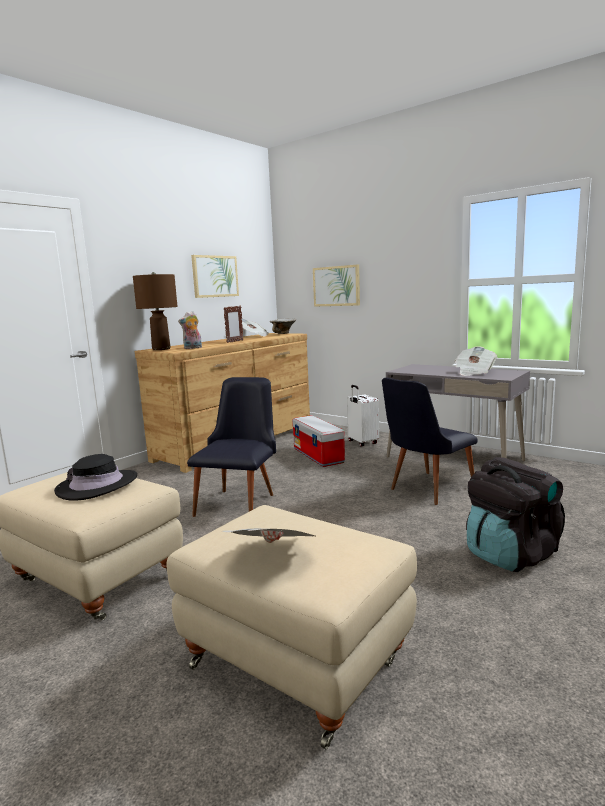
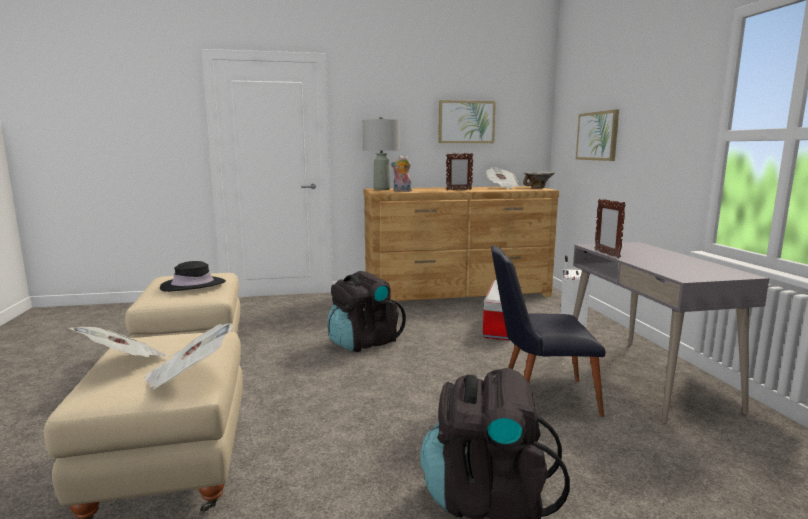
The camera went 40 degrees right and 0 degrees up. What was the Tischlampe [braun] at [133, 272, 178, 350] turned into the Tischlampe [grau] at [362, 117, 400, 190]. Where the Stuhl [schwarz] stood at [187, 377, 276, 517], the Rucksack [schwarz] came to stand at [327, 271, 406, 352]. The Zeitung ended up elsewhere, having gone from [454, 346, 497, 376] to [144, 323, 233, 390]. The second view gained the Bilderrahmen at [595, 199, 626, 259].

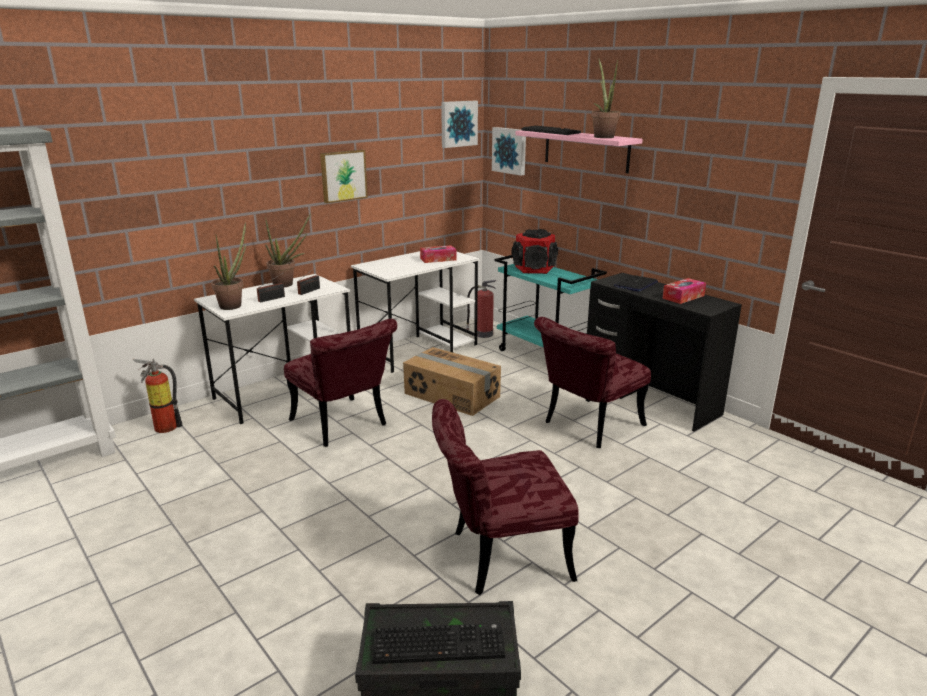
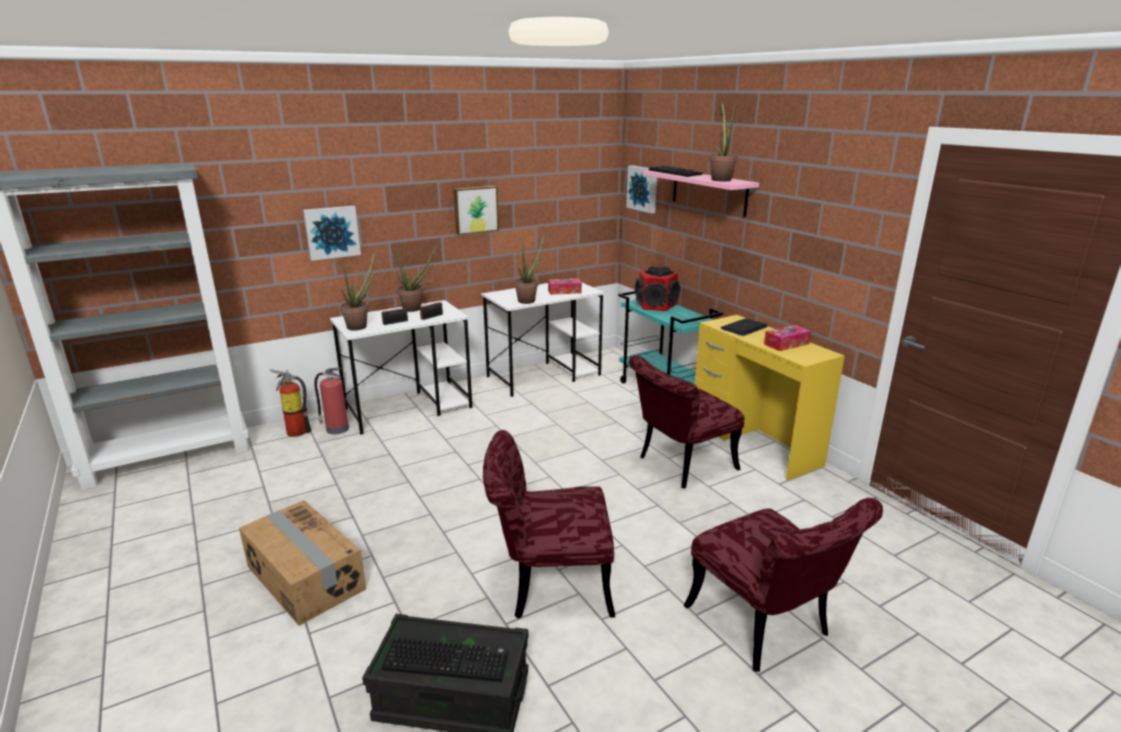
The camera went 10 degrees right and 0 degrees up. The Stuhl [rot] ended up elsewhere, having gone from [284, 319, 397, 447] to [684, 498, 883, 672]. The Karton ended up elsewhere, having gone from [403, 347, 501, 416] to [239, 500, 366, 626]. The Bild ended up elsewhere, having gone from [441, 101, 478, 148] to [303, 206, 361, 261]. The Feuerlöscher ended up elsewhere, having gone from [466, 280, 496, 338] to [314, 368, 349, 434]. What was the Schreibtisch [schwarz] at [587, 273, 742, 432] turned into the Schreibtisch [gelb] at [695, 315, 845, 481]. The second view gained the Topfpflanze at [514, 235, 544, 304].

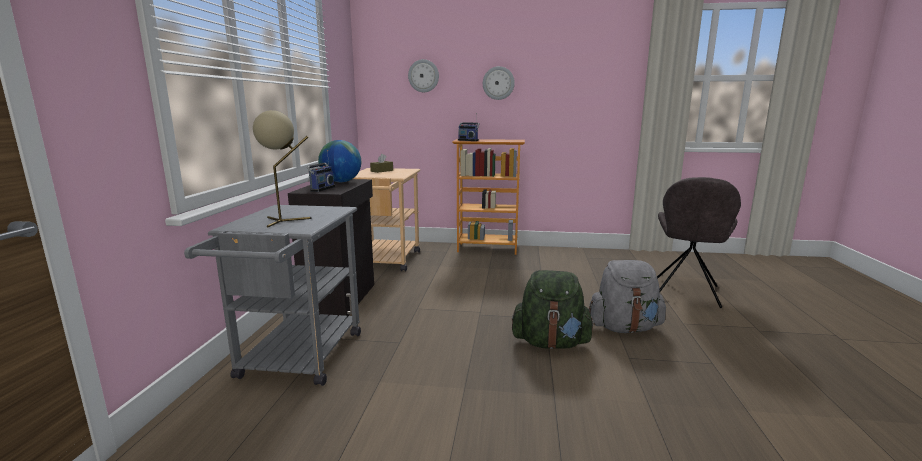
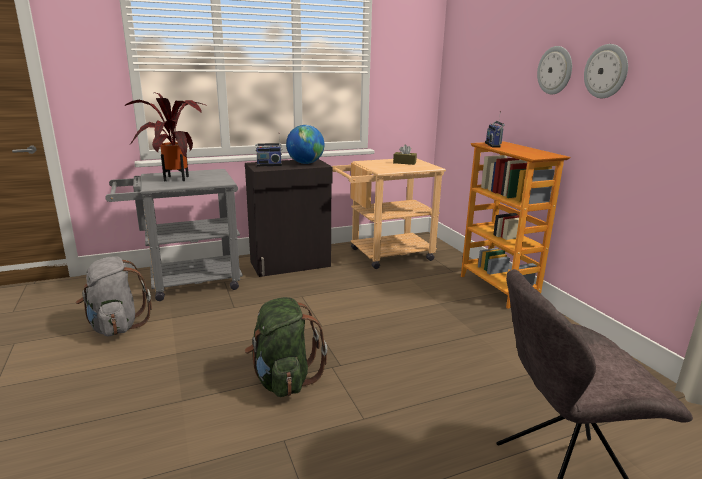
The camera went 60 degrees right and 5 degrees up. Where the Tischlampe [beige] stood at [253, 110, 312, 227], the Topfpflanze came to stand at [124, 93, 205, 181]. The Wanduhr ended up elsewhere, having gone from [408, 59, 439, 92] to [584, 44, 628, 98]. The Rucksack [grau] ended up elsewhere, having gone from [589, 260, 666, 333] to [76, 256, 152, 336].

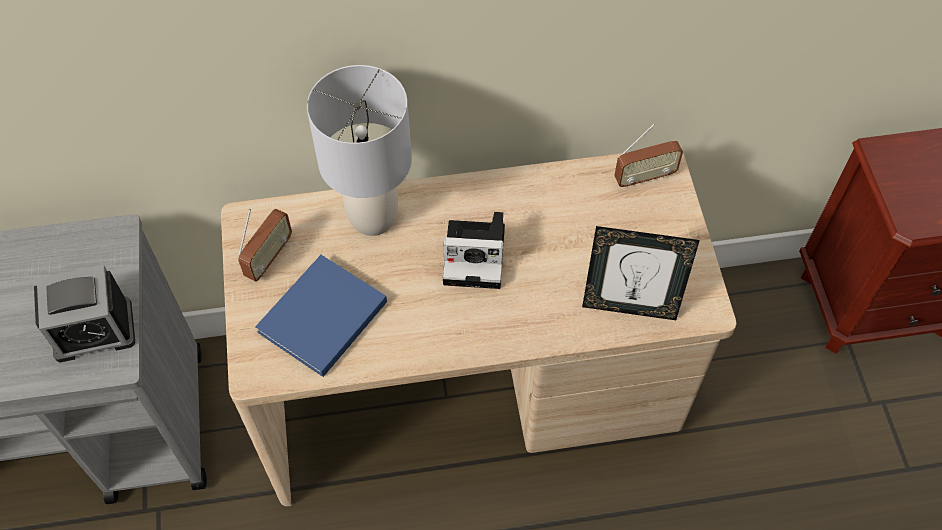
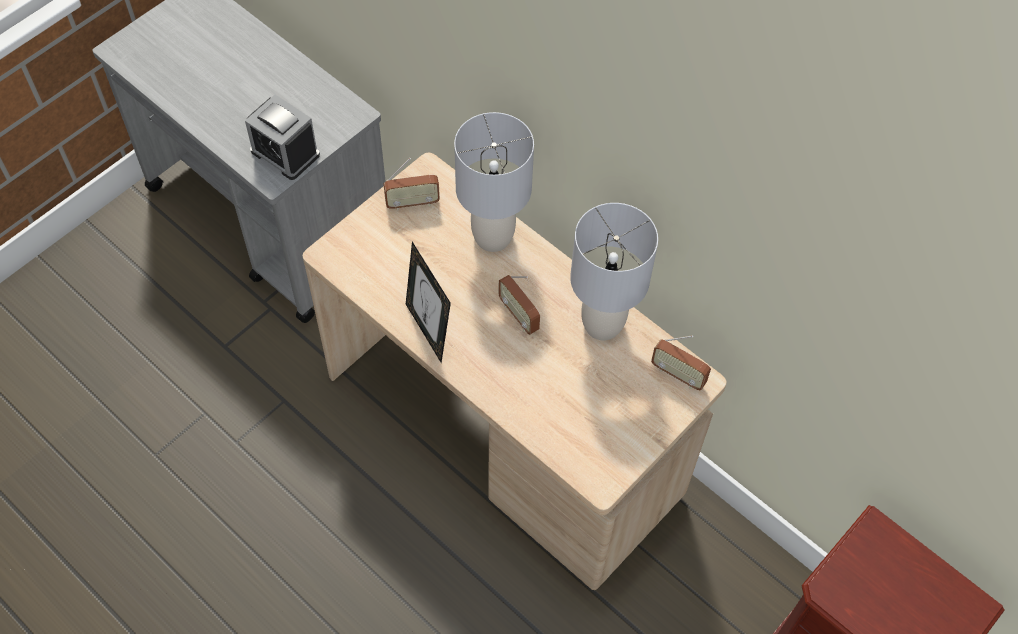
The camera went 50 degrees right and 0 degrees up. The second view lost the Buch [blau] at [255, 255, 387, 377]. Where the Kamera stood at [442, 212, 505, 289], the Radio came to stand at [498, 275, 540, 335]. The Bilderrahmen ended up elsewhere, having gone from [582, 226, 700, 320] to [406, 242, 451, 363]. The second view gained the Tischlampe [grau] at [570, 203, 658, 340].

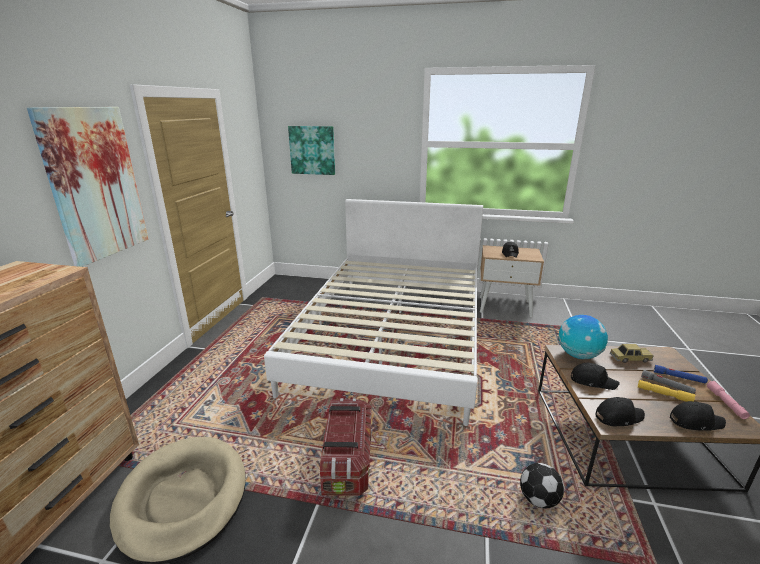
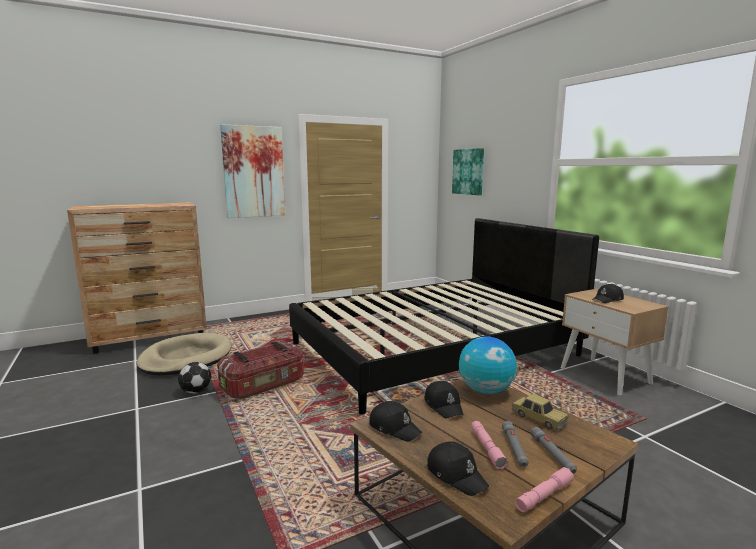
The camera went 50 degrees right and 10 degrees down. What was the Bett [weiß] at [264, 199, 483, 426] turned into the Bett [schwarz] at [289, 218, 599, 415]. The Fußball ended up elsewhere, having gone from [520, 463, 564, 508] to [178, 362, 211, 394]. What was the Taschenlampe [gelb] at [638, 380, 695, 402] turned into the Taschenlampe [rosa] at [471, 421, 508, 470]. What was the Taschenlampe [blau] at [654, 365, 708, 383] turned into the Taschenlampe [grau] at [531, 427, 577, 474].

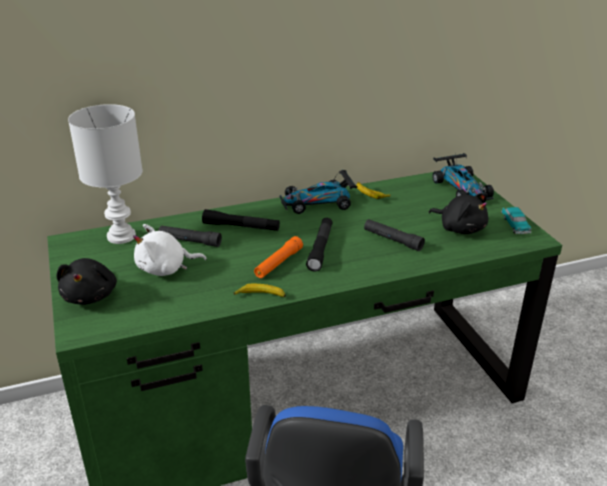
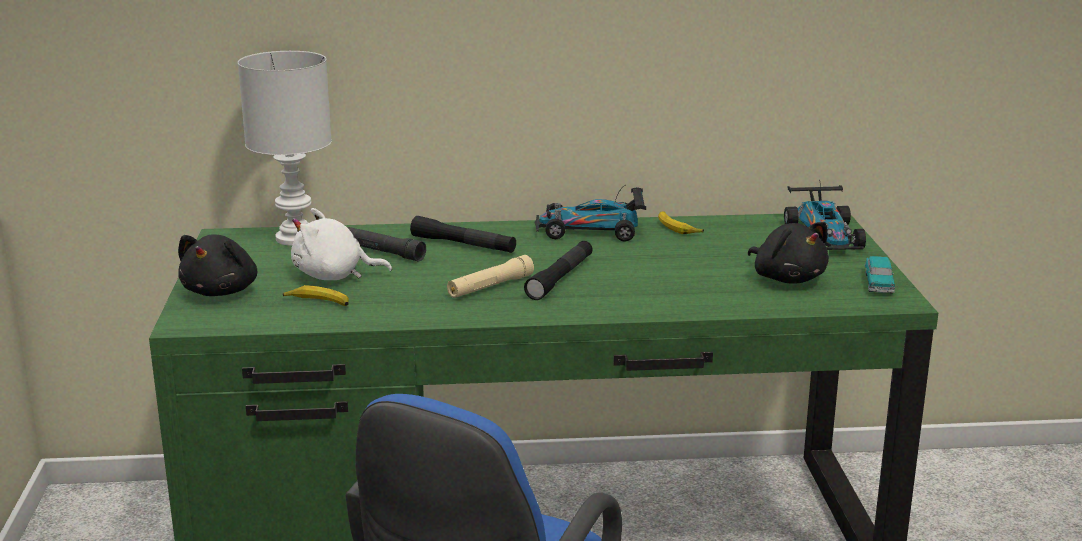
The camera went 15 degrees right and 10 degrees down. The Banane ended up elsewhere, having gone from [234, 284, 286, 297] to [283, 285, 349, 306]. What was the Taschenlampe [orange] at [254, 236, 303, 278] turned into the Taschenlampe [beige] at [447, 255, 534, 298]. The second view lost the Taschenlampe [schwarz] at [364, 219, 425, 251].

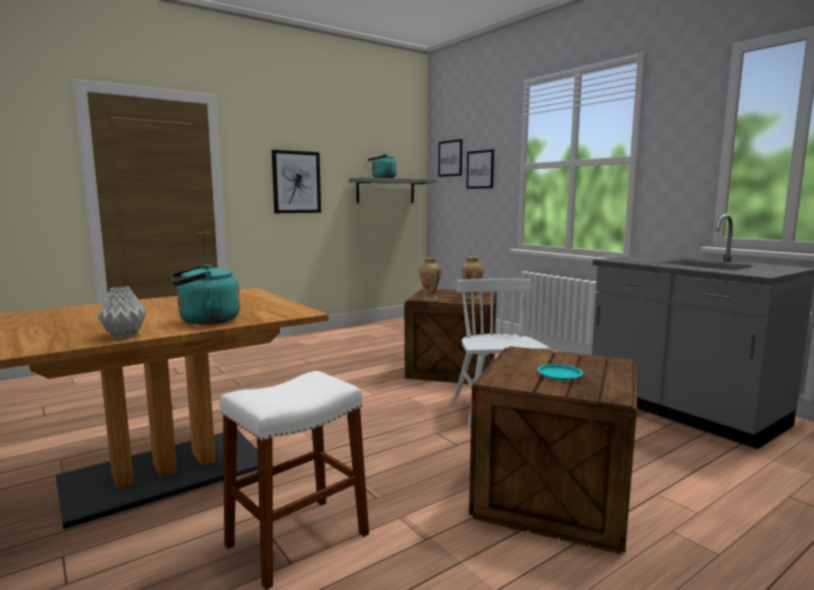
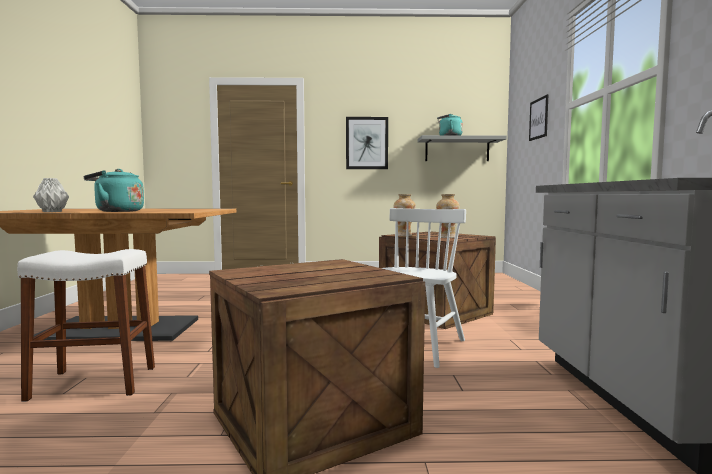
The camera went 35 degrees right and 5 degrees down. The second view lost the Bild at [438, 139, 462, 177]. The second view lost the Teller [türkis] at [537, 364, 583, 380].

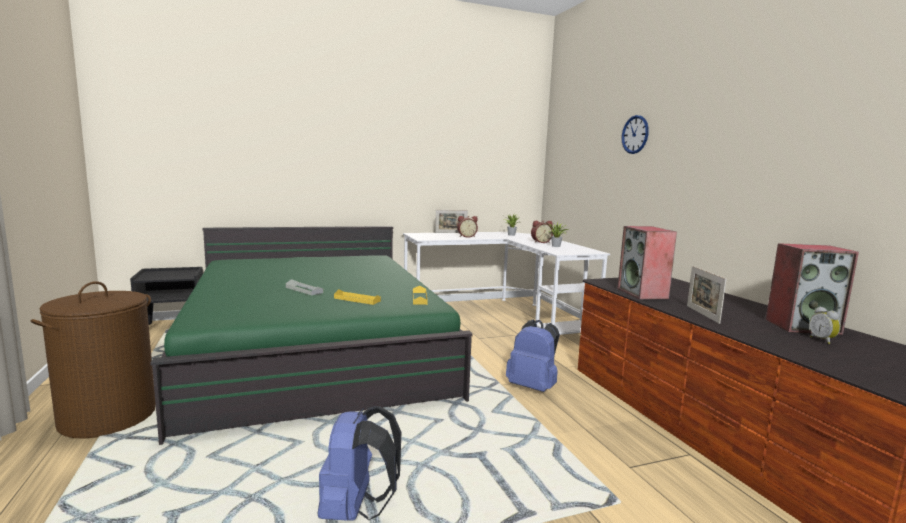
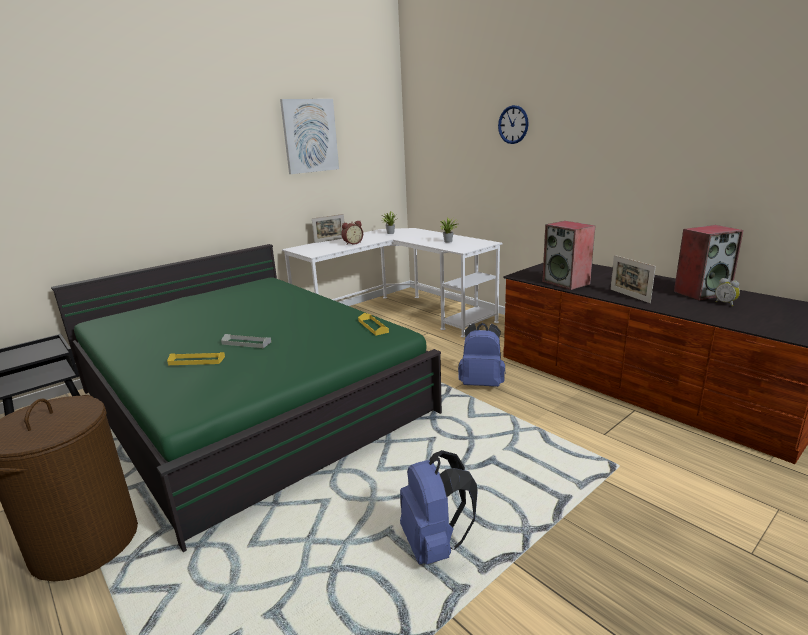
The camera went 20 degrees left and 10 degrees up. The Tablett [gelb] ended up elsewhere, having gone from [334, 289, 381, 305] to [167, 352, 225, 365]. The second view lost the Wecker at [531, 221, 553, 243]. The second view gained the Bild at [280, 99, 339, 174].

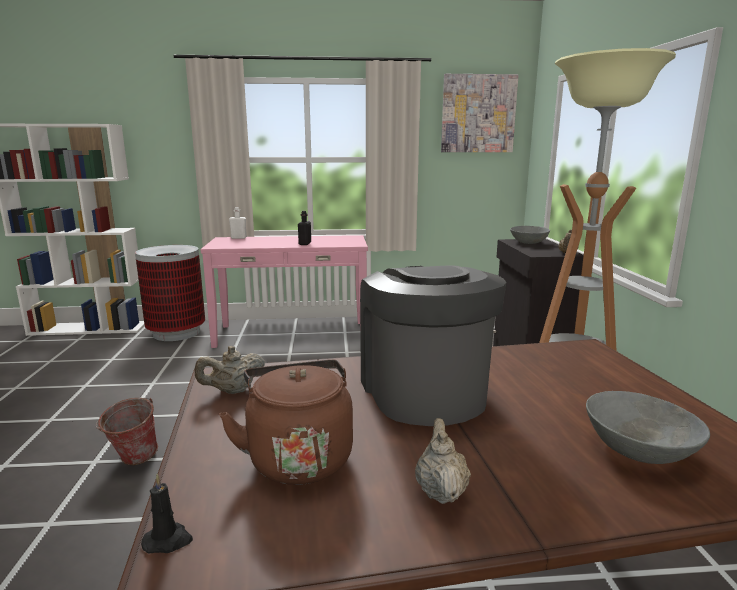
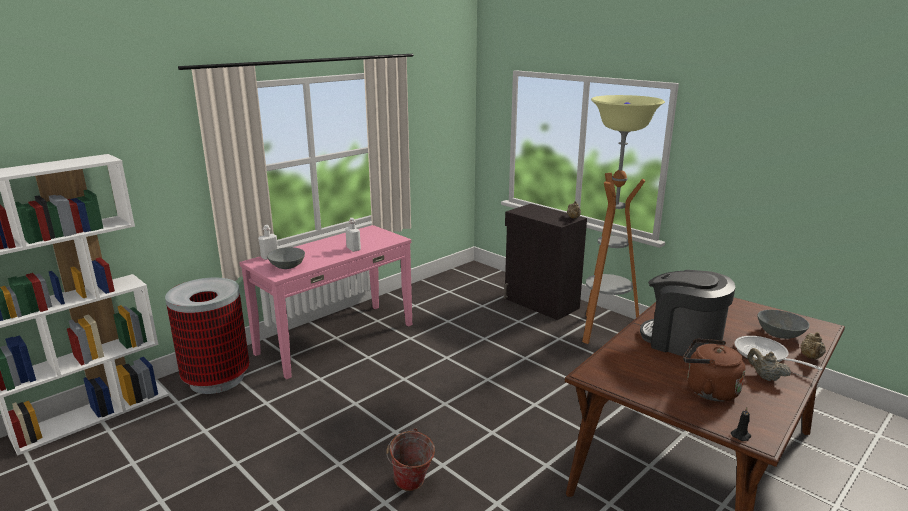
The camera went 40 degrees left and 5 degrees up. The Teekanne [beige] ended up elsewhere, having gone from [195, 346, 265, 394] to [801, 332, 826, 359]. What was the Flasche [schwarz] at [298, 211, 311, 245] turned into the Flasche [weiß] at [345, 218, 361, 252]. The second view lost the Bild at [441, 74, 519, 152]. The Schüssel [grau] ended up elsewhere, having gone from [510, 226, 550, 244] to [267, 247, 305, 269]. The second view gained the Pfanne at [734, 336, 823, 370].

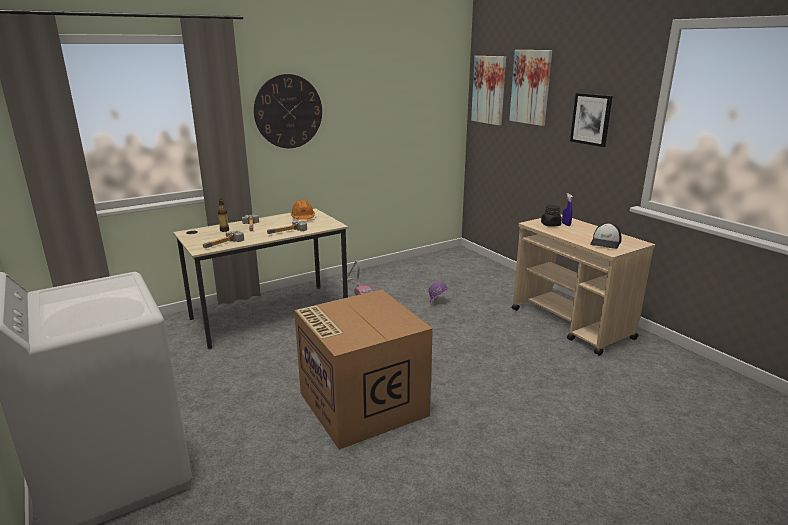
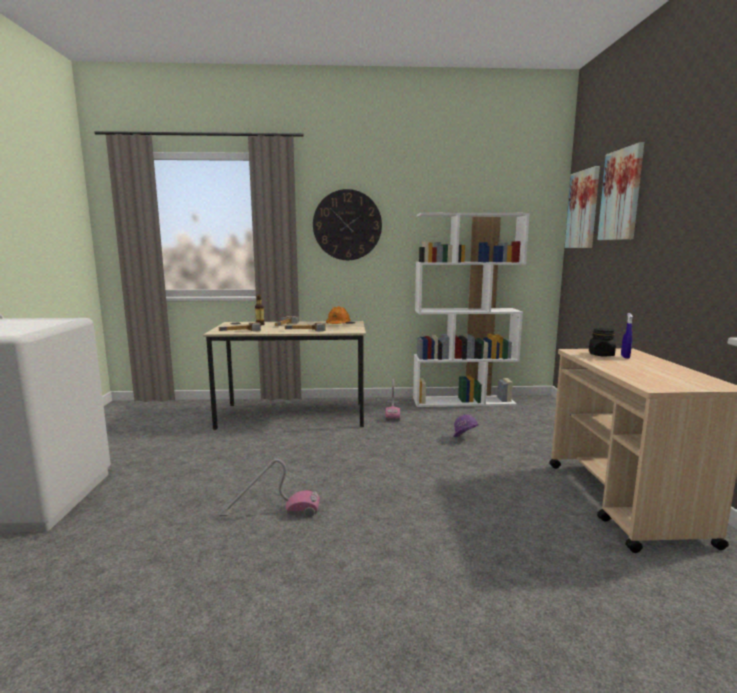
The camera went 30 degrees right and 10 degrees down. Where the Karton stood at [294, 290, 433, 450], the Staubsauger came to stand at [219, 459, 320, 517]. The second view lost the Bild at [570, 93, 613, 147]. The second view lost the Kappe at [590, 223, 622, 249]. The second view gained the Bücherregal [weiß] at [413, 213, 530, 407].

